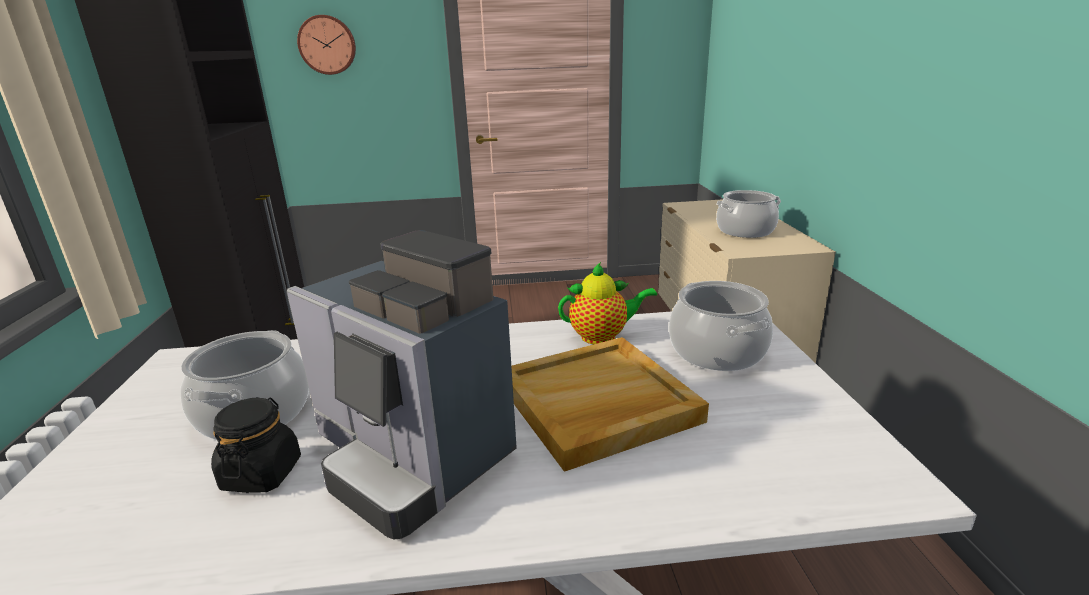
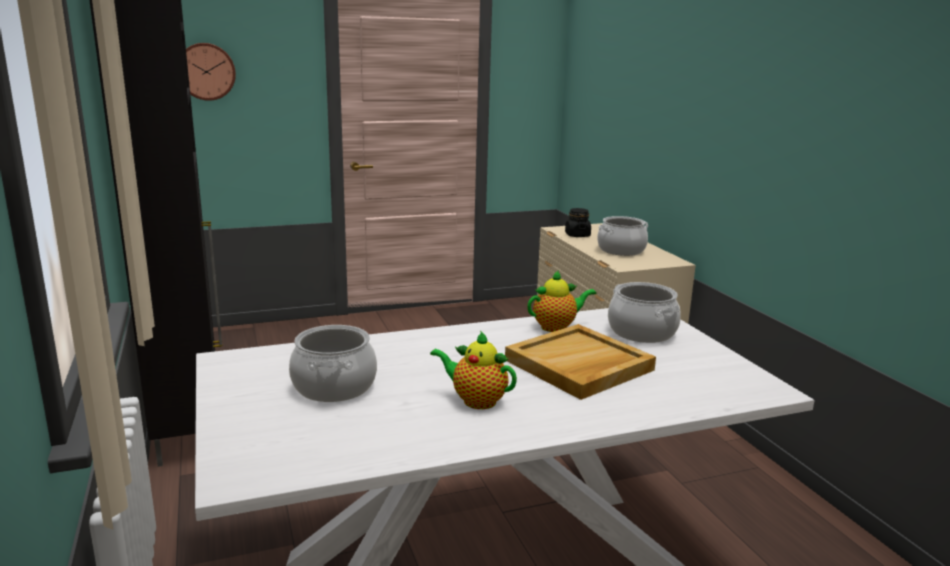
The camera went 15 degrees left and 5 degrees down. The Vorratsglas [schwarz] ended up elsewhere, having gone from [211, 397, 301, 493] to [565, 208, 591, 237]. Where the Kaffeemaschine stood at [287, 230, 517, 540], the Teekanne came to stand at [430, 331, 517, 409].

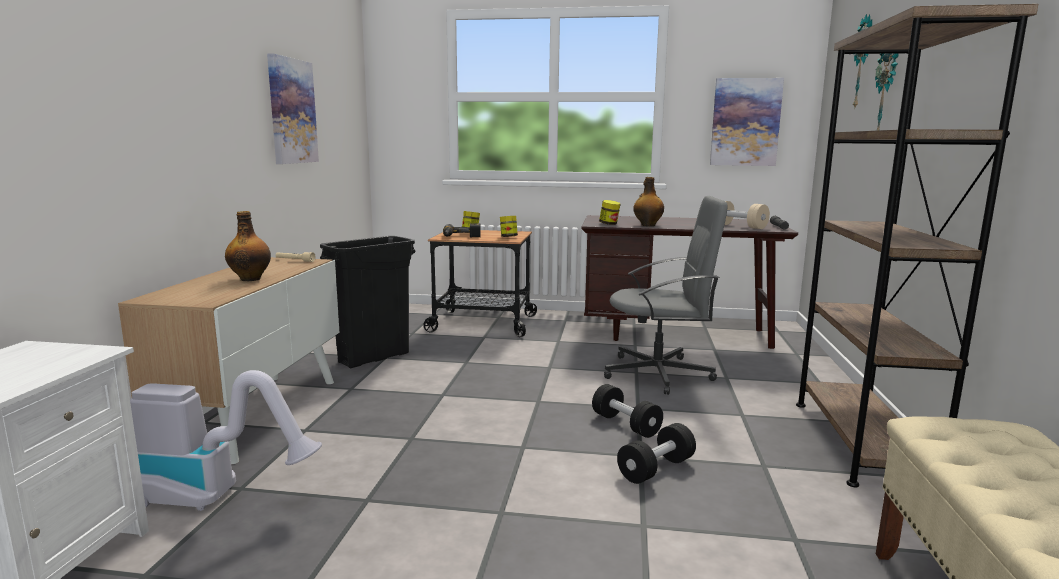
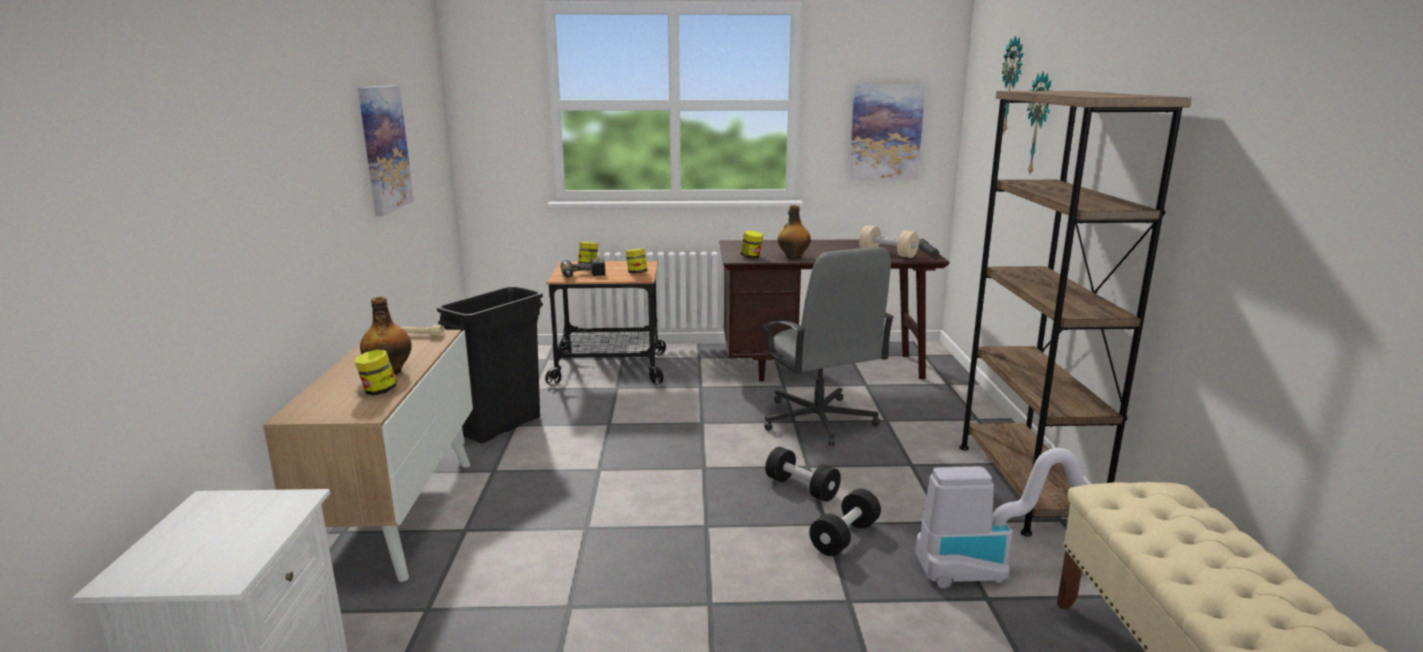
The camera went 10 degrees left and 5 degrees up. The Staubsauger ended up elsewhere, having gone from [130, 370, 322, 511] to [915, 448, 1086, 588]. The Bürostuhl [grau] at [604, 196, 728, 395] ended up facing another way, 75 degrees clockwise from before. The second view gained the Vorratsglas at [355, 349, 397, 396].

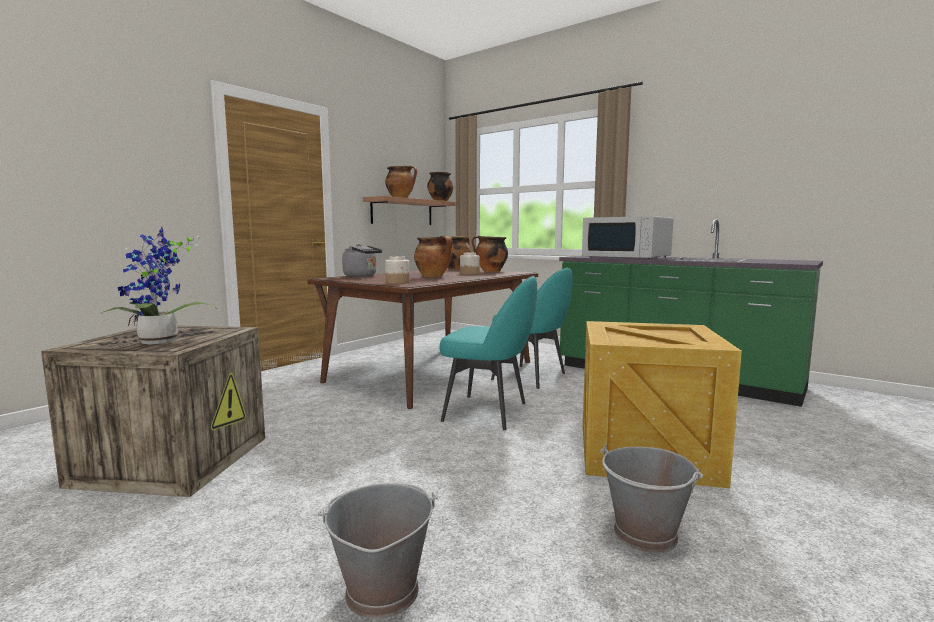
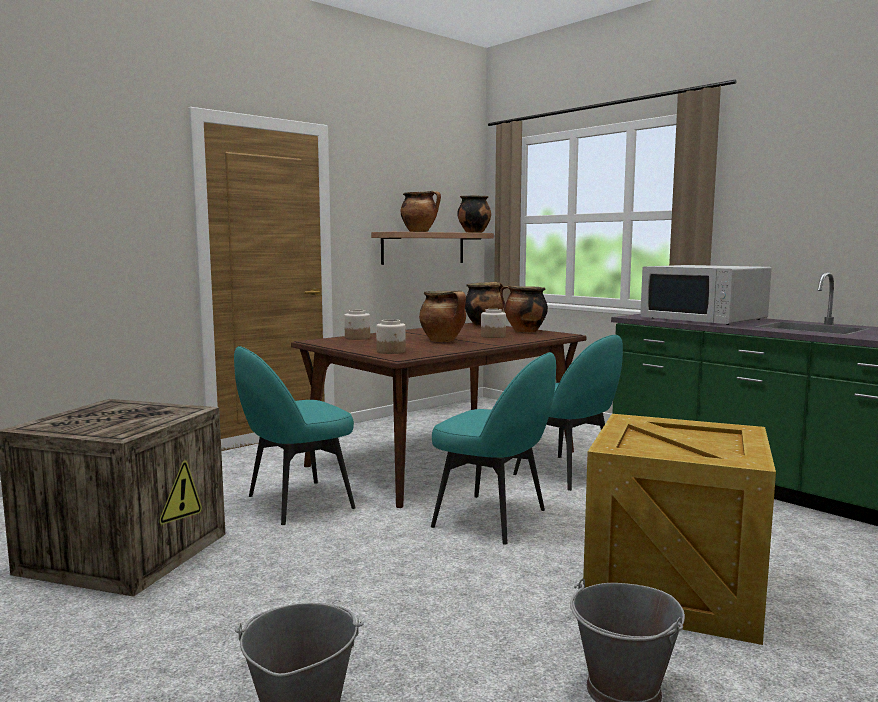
The camera went 10 degrees right and 0 degrees up. The second view lost the Topfpflanze at [100, 227, 216, 345]. Where the Wasserkessel [grau] stood at [342, 244, 382, 277], the Vorratsglas came to stand at [344, 310, 370, 340]. The second view gained the Stuhl [türkis] at [234, 346, 355, 525].

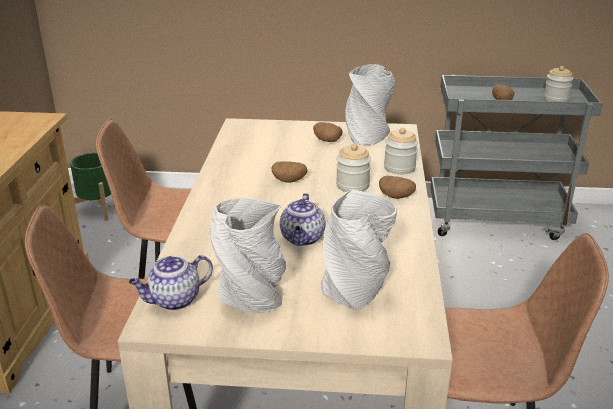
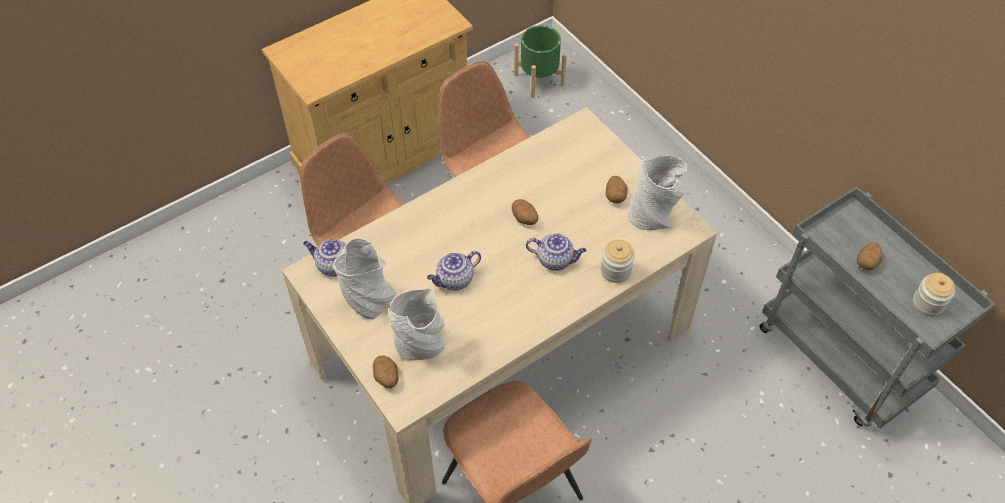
The camera went 50 degrees right and 25 degrees up. Where the Vorratsglas stood at [336, 144, 371, 192], the Teekanne came to stand at [526, 234, 587, 271]. The Kartoffel ended up elsewhere, having gone from [379, 176, 416, 199] to [373, 356, 399, 388].

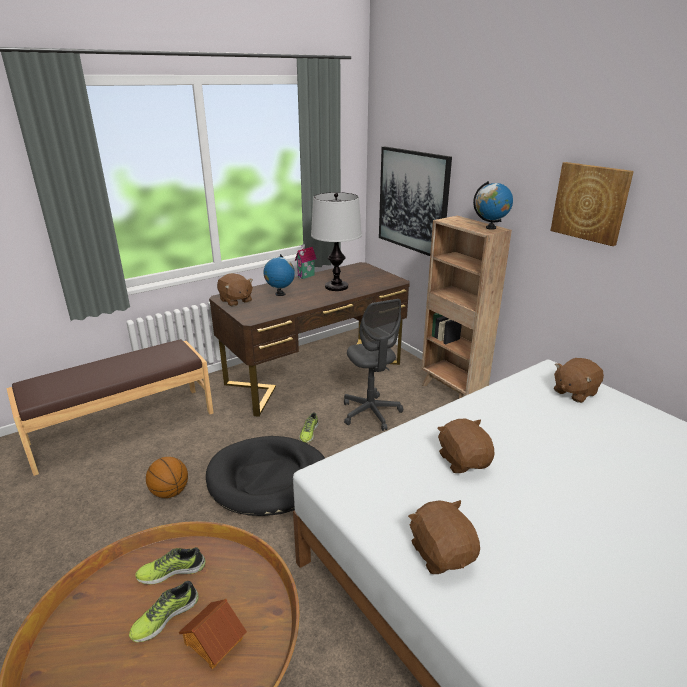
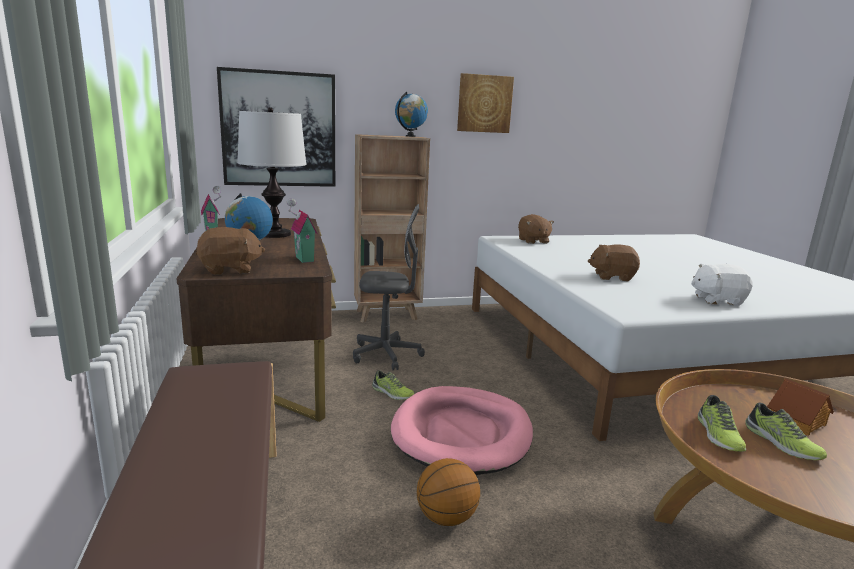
The camera went 70 degrees left and 10 degrees down. What was the Hundebett [schwarz] at [206, 436, 325, 516] turned into the Hundebett [rosa] at [391, 386, 533, 475]. What was the Plüschtier [braun] at [408, 500, 480, 574] turned into the Plüschtier [weiß] at [691, 264, 752, 306]. The second view gained the Spielzeughaus at [287, 198, 318, 263].

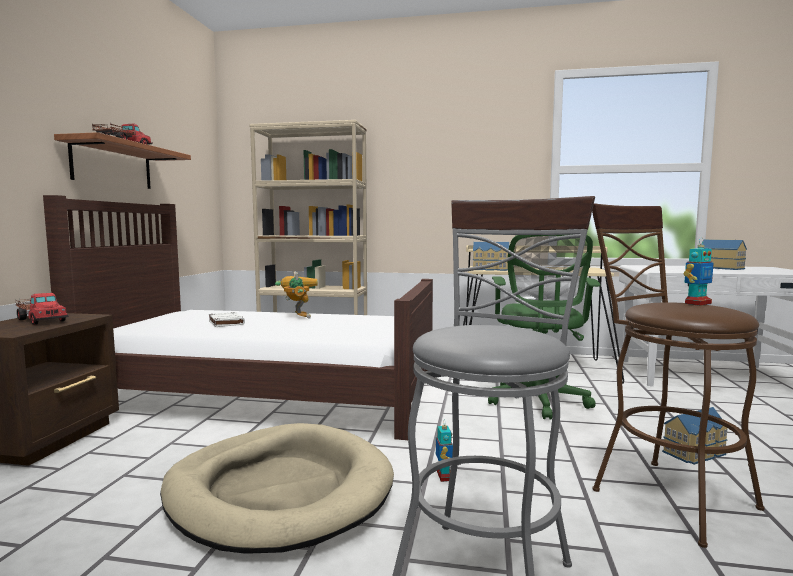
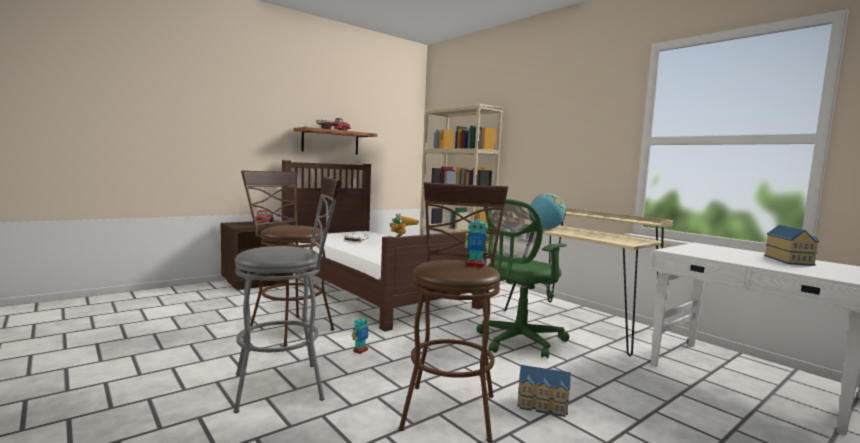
The camera went 40 degrees right and 0 degrees up. Where the Hundebett [beige] stood at [160, 423, 394, 554], the Hocker [braun] came to stand at [241, 171, 334, 347]. Where the Spielzeughaus stood at [473, 242, 509, 271], the Globus came to stand at [530, 193, 566, 229].

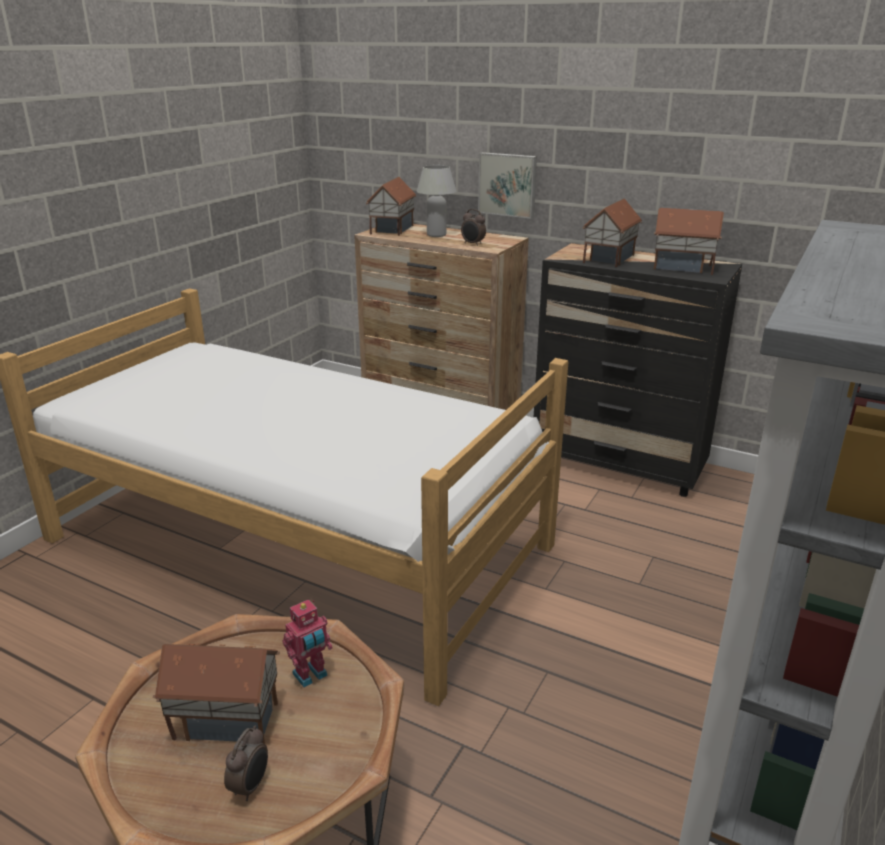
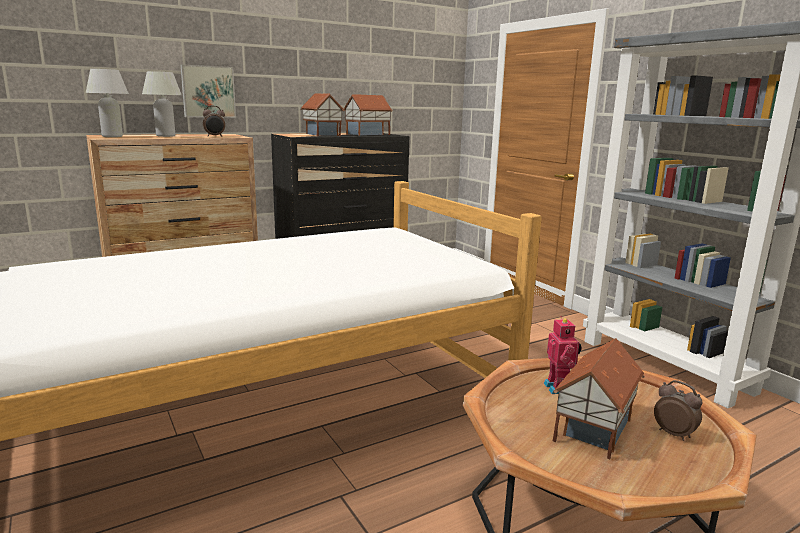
The camera went 60 degrees left and 10 degrees down. Where the Spielzeughaus stood at [366, 177, 417, 236], the Tischlampe [weiß] came to stand at [86, 69, 129, 137].

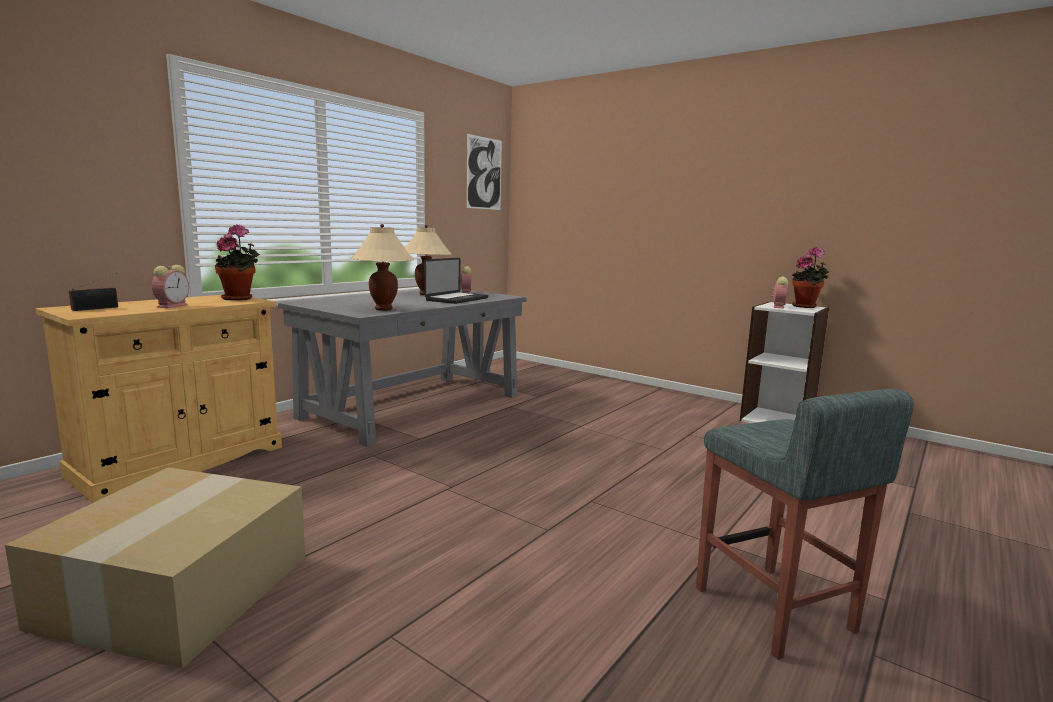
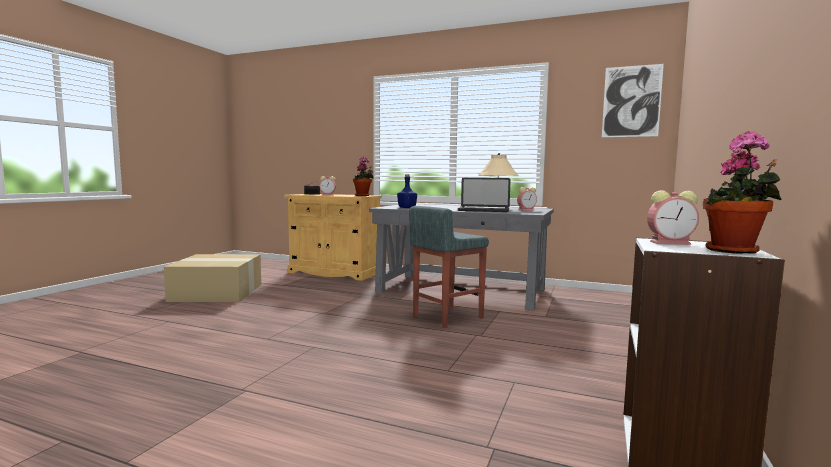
The camera went 75 degrees right and 5 degrees down. Where the Tischlampe [beige] stood at [351, 224, 414, 311], the Flasche [blau] came to stand at [397, 174, 417, 208]. The Hocker [grau] ended up elsewhere, having gone from [696, 389, 914, 660] to [409, 206, 489, 328].

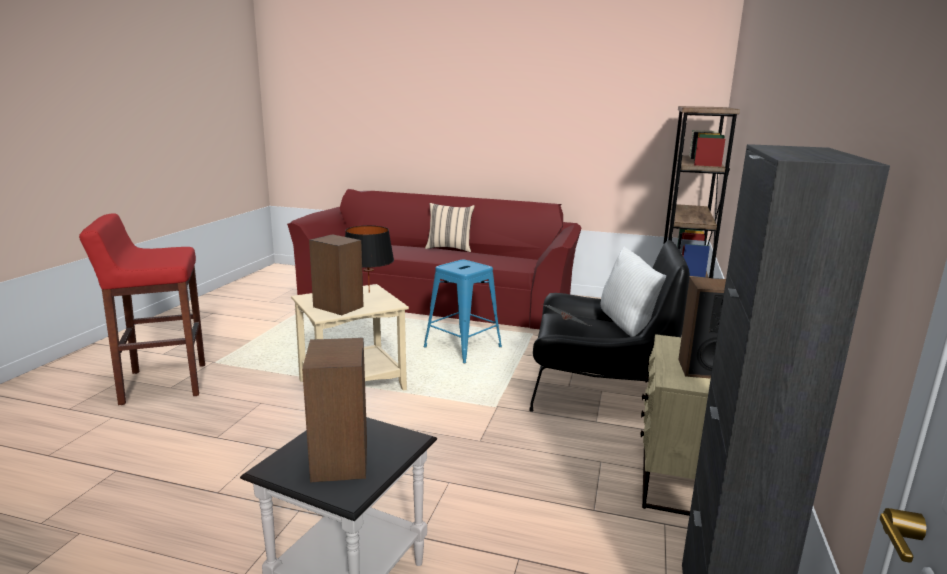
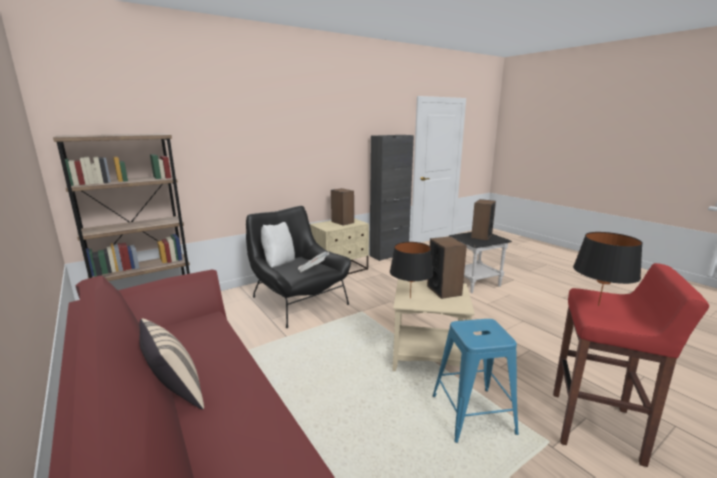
The camera went 140 degrees left and 0 degrees up. The Hocker [blau] ended up elsewhere, having gone from [424, 260, 502, 363] to [432, 319, 519, 443]. The second view gained the Tischlampe [schwarz] at [573, 232, 643, 306].

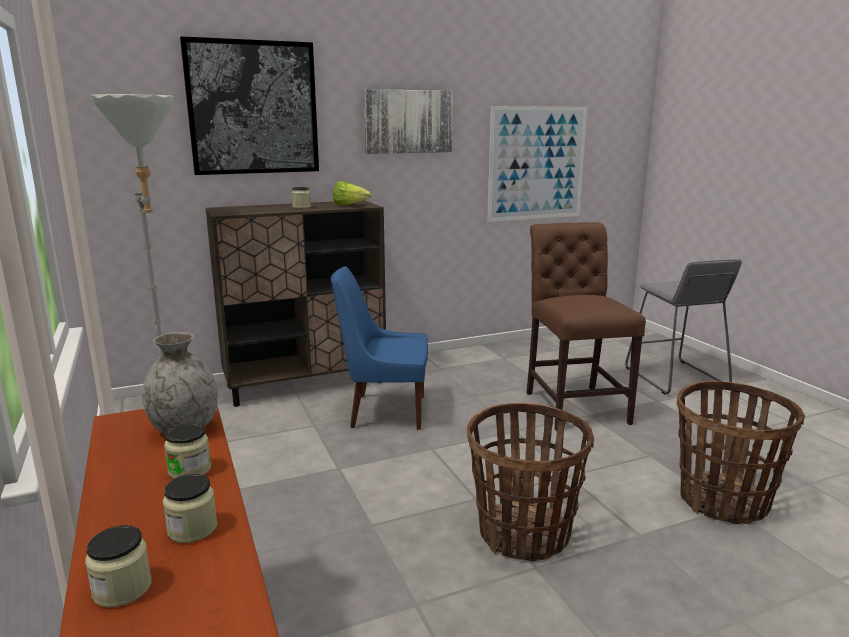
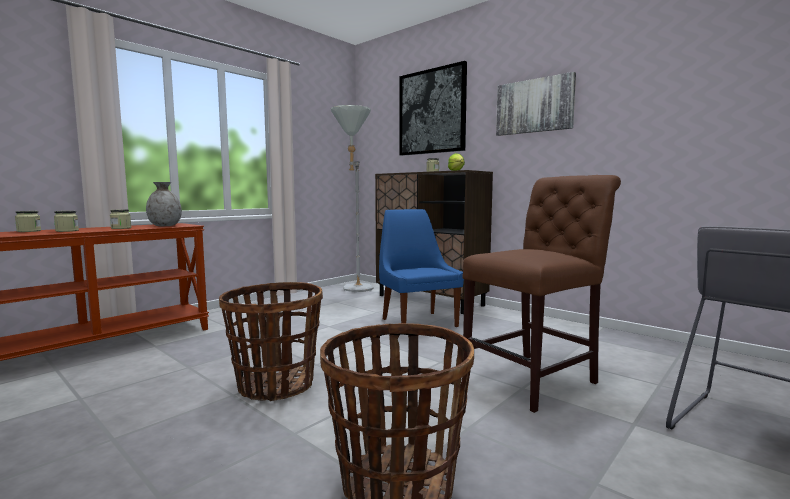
The camera went 65 degrees right and 10 degrees down. The second view lost the Bild at [487, 106, 587, 222].

